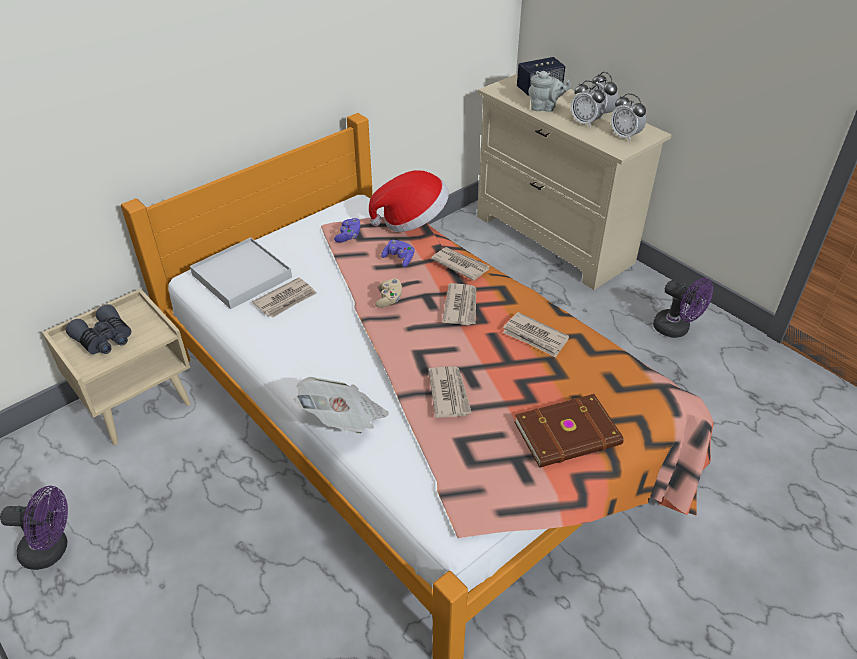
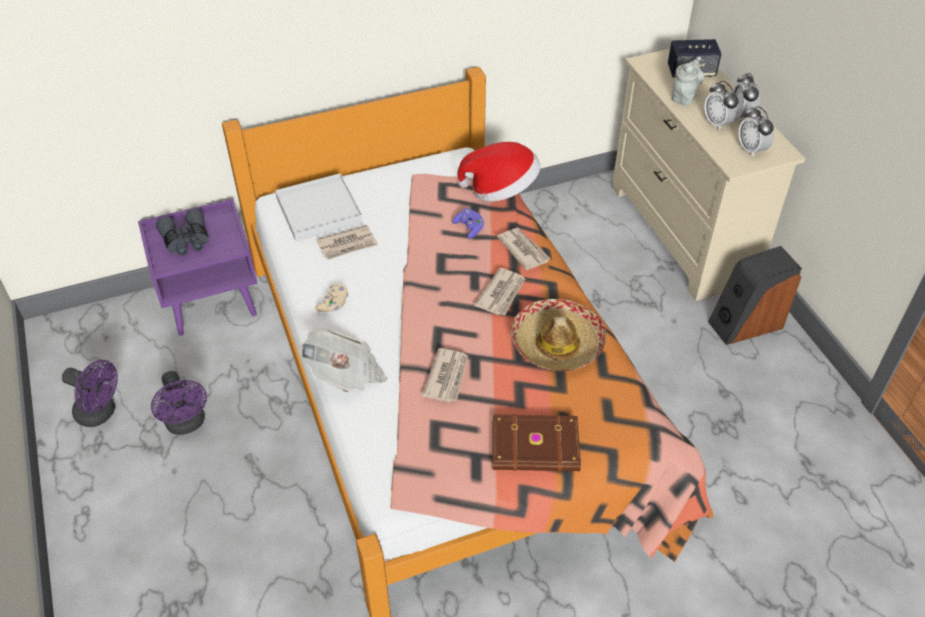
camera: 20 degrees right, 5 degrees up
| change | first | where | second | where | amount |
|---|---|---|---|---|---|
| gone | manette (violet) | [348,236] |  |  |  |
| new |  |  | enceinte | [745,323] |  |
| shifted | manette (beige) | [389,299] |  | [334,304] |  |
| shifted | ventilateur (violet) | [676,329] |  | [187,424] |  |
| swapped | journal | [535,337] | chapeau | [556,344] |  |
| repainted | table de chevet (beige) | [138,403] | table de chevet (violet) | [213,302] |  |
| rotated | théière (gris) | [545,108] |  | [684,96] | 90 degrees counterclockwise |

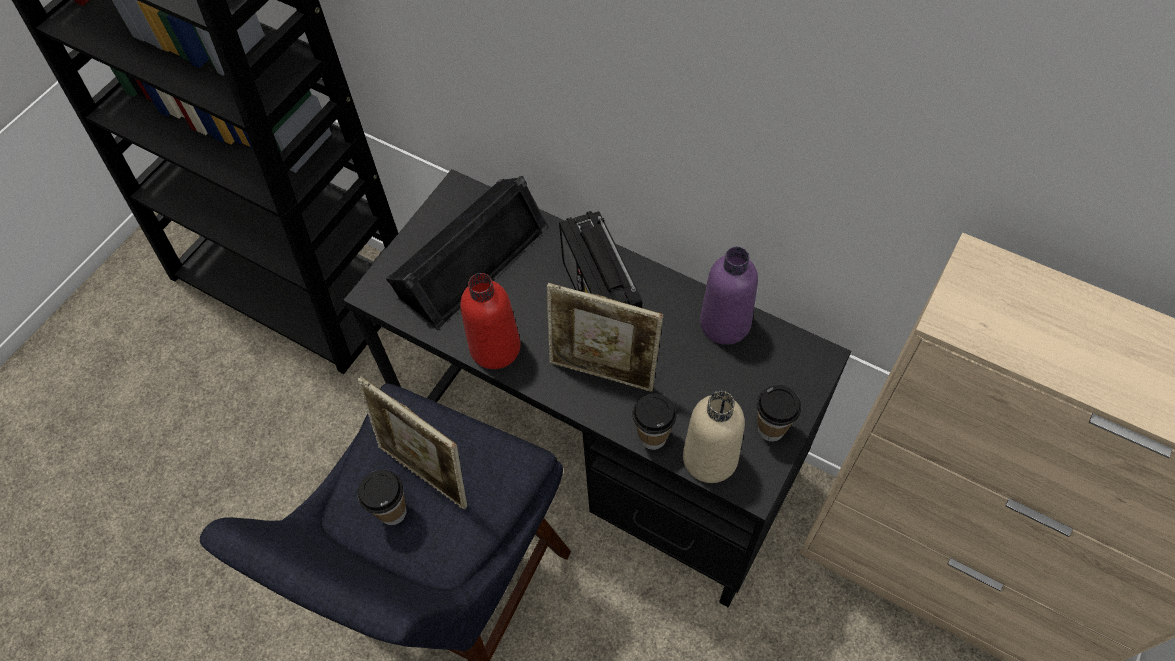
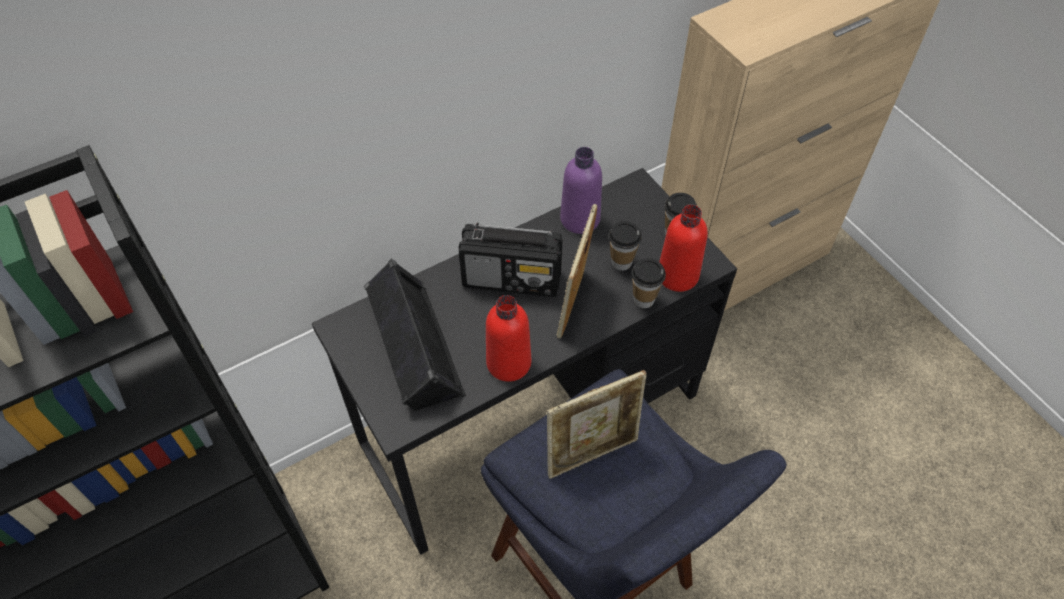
camera: 65 degrees left, 5 degrees down
| change | first | where | second | where | amount |
|---|---|---|---|---|---|
| shifted | tasse | [392,512] |  | [621,262] |  |
| repainted | bouteille (beige) | [710,458] | bouteille (rouge) | [677,275] |  |
| rotated | cadre photo | [603,372] |  | [574,304] | 150 degrees clockwise |

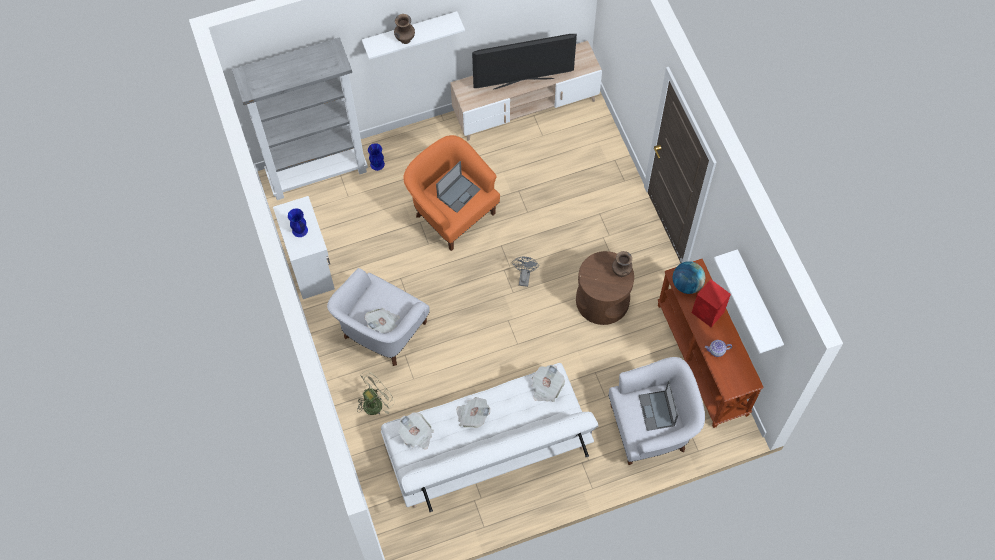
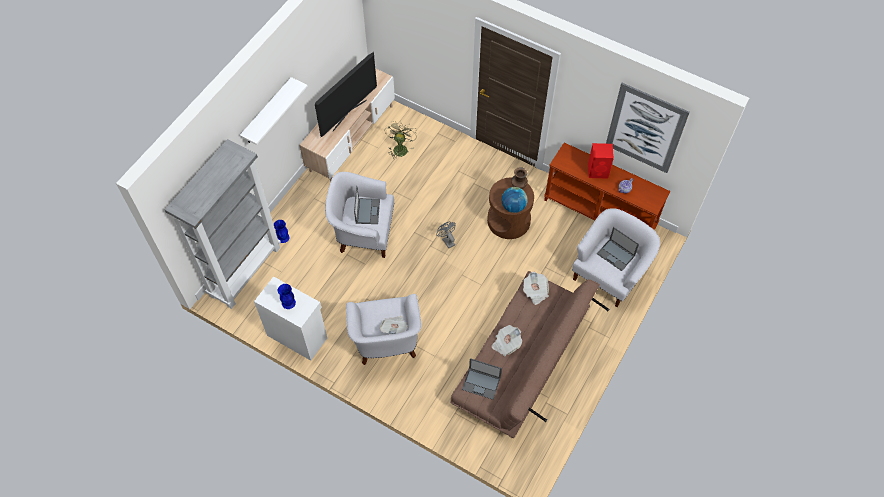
camera: 40 degrees left, 5 degrees down
| change | first | where | second | where | amount |
|---|---|---|---|---|---|
| gone | vase (marron) | [405,40] |  |  |  |
| shifted | ventilateur (beige) | [376,402] |  | [400,148] |  |
| shifted | globe | [686,284] |  | [513,207] |  |
| swapped | journal | [416,434] | ordinateur portable | [481,383] |  |
| swapped | étagère (blanc) | [758,301] | tableau | [645,128] |  |
| repainted | canapé (blanc) | [488,446] | canapé (marron) | [522,361] |  |
| repainted | fauteuil (orange) | [452,212] | fauteuil (blanc) | [363,233] |  |

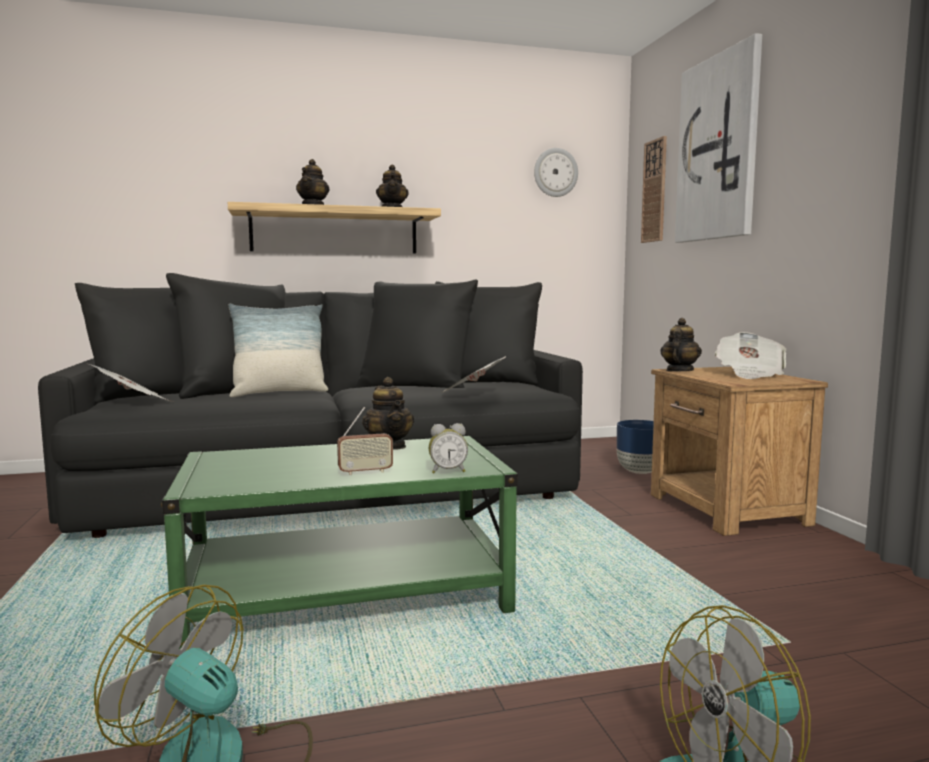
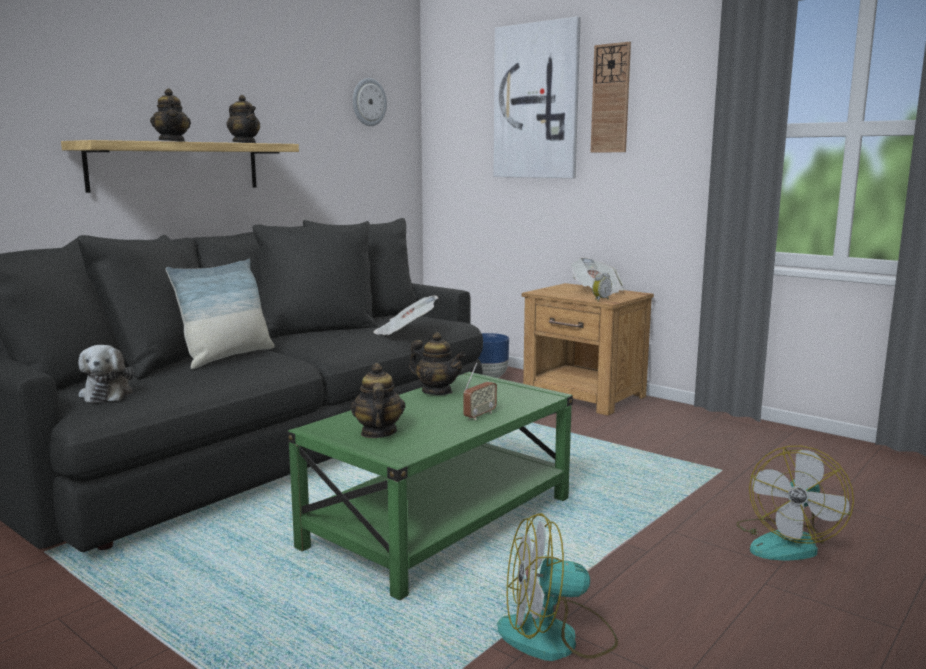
camera: 35 degrees left, 5 degrees up
| change | first | where | second | where | amount |
|---|---|---|---|---|---|
| shifted | réveil | [447,471] |  | [600,300] |  |
| shifted | horloge murale | [654,191] |  | [610,98] |  |
| shifted | théière | [679,371] |  | [378,433] |  |
| swapped | journal | [133,403] | peluche | [107,393] |  |

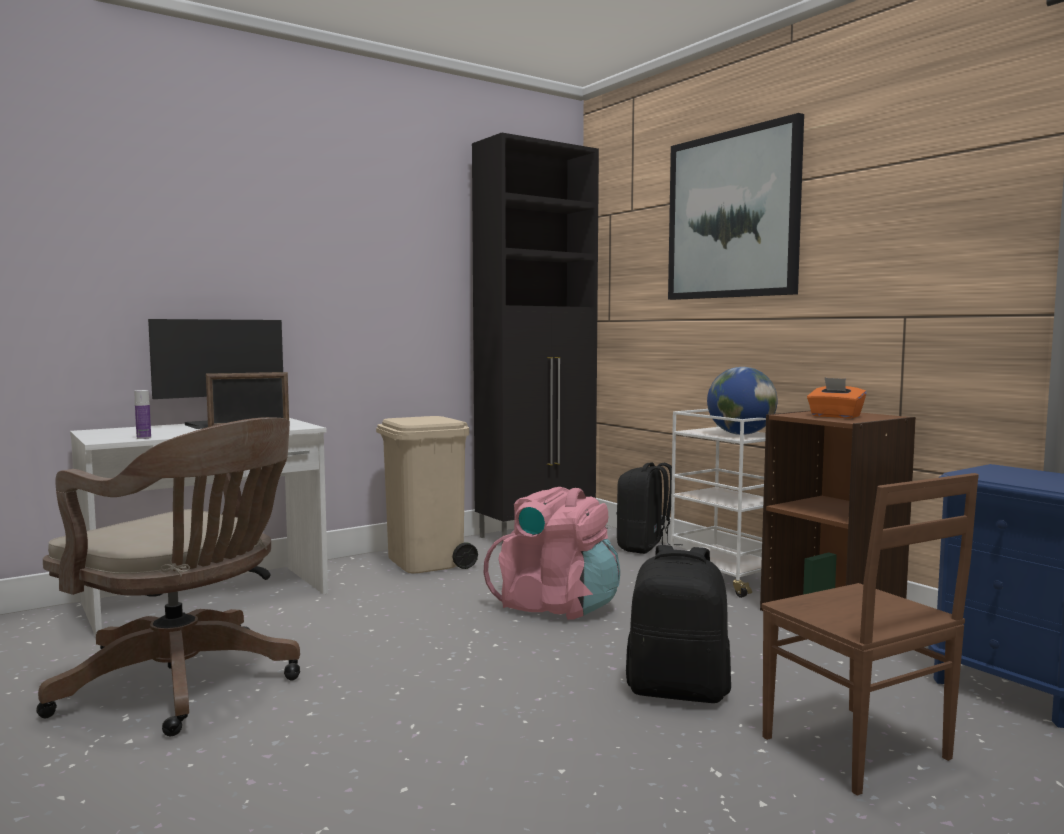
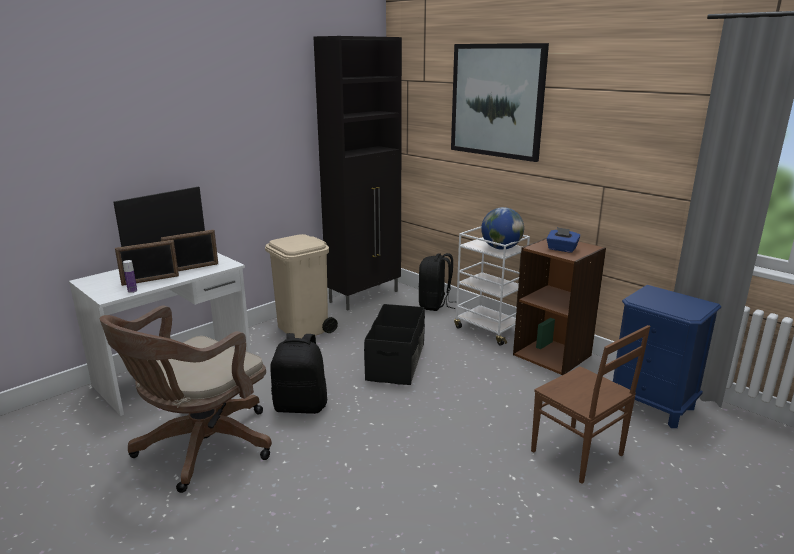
camera: 10 degrees left, 15 degrees up
| change | first | where | second | where | amount |
|---|---|---|---|---|---|
| new |  |  | cadre photo | [150,280] |  |
| shifted | sac à dos (noir) | [678,690] |  | [301,406] |  |
| swapped | sac à dos (rose) | [556,606] | boîte de rangement (noir) | [396,362] |  |
| repainted | boîte à mouchoirs (orange) | [835,416] | boîte à mouchoirs (bleu) | [561,249] |  |
| rotated | chaise de bureau (marron) | [186,685] |  | [200,448] | 105 degrees clockwise |

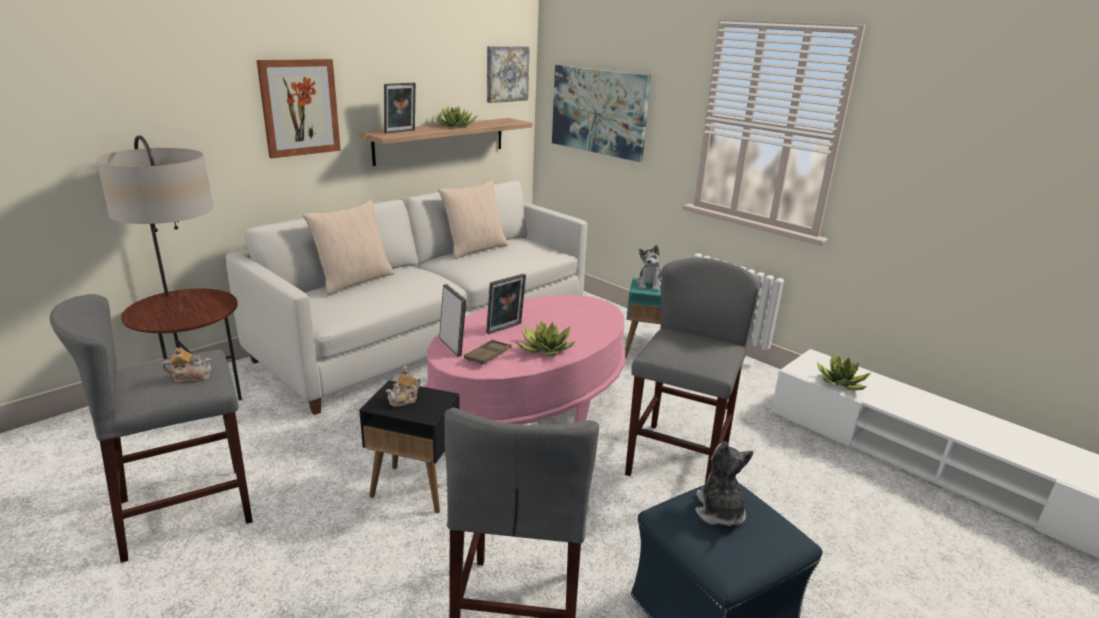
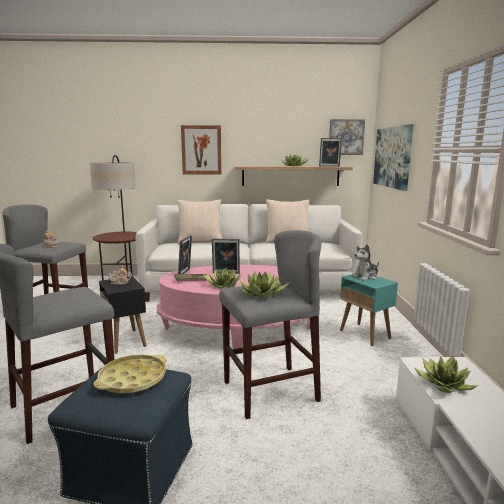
camera: 45 degrees right, 10 degrees down
| change | first | where | second | where | amount |
|---|---|---|---|---|---|
| new |  |  | plante en pot | [262,294] |  |
| shifted | cadre photo | [401,132] |  | [329,166] |  |
| swapped | peluche | [719,511] | plateau (jaune) | [132,379] |  |

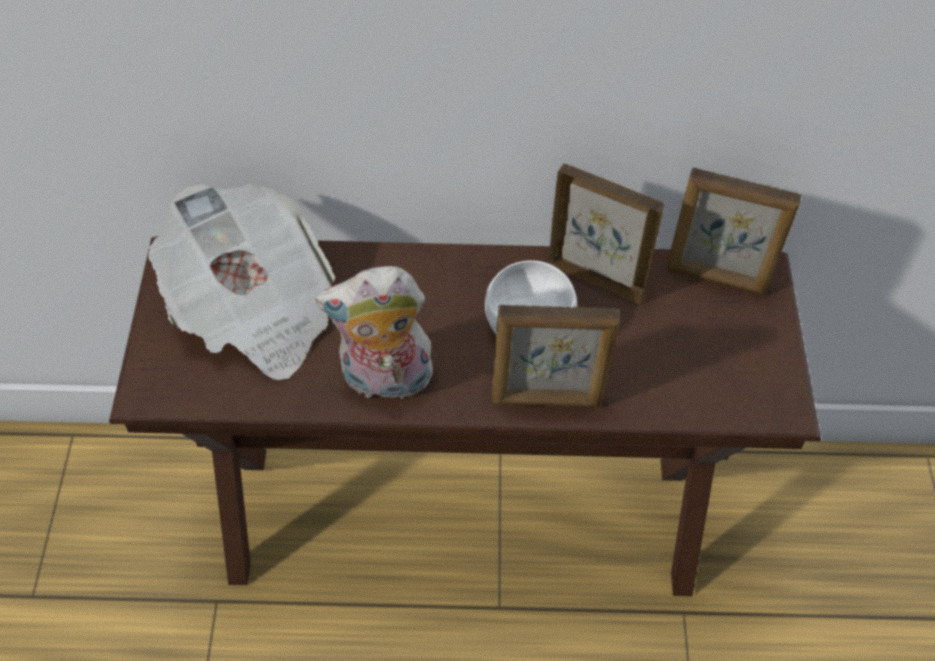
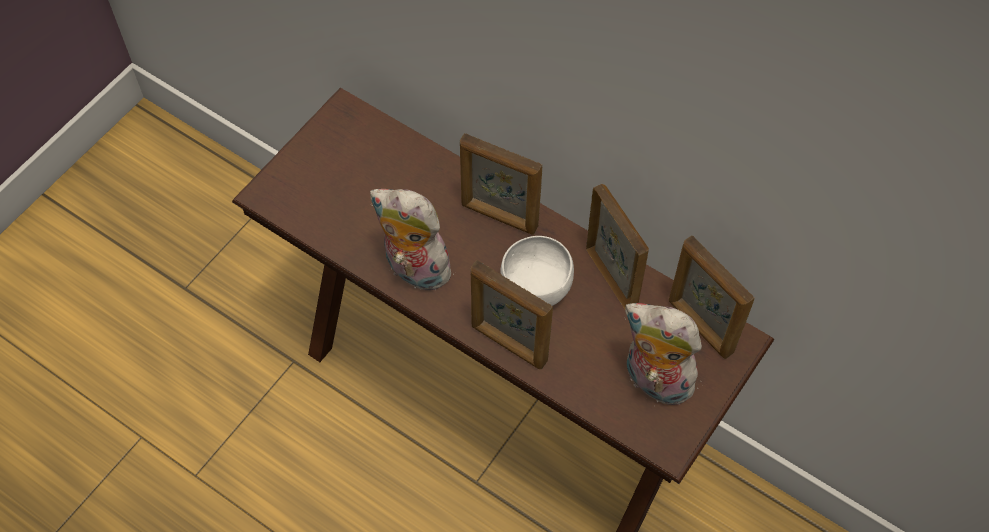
camera: 35 degrees right, 5 degrees up
| change | first | where | second | where | amount |
|---|---|---|---|---|---|
| gone | journal | [255,309] |  |  |  |
| new |  |  | cadre photo | [499,216] |  |
| new |  |  | peluche | [654,382] |  |

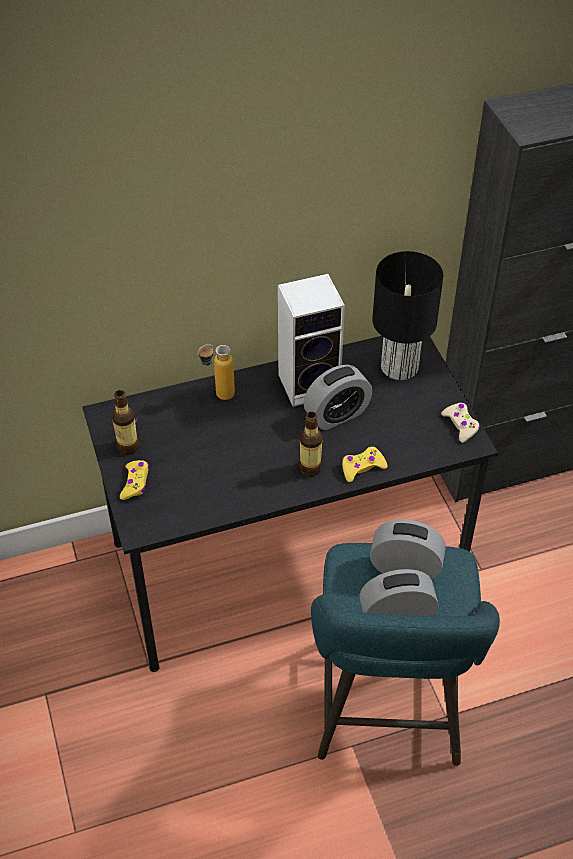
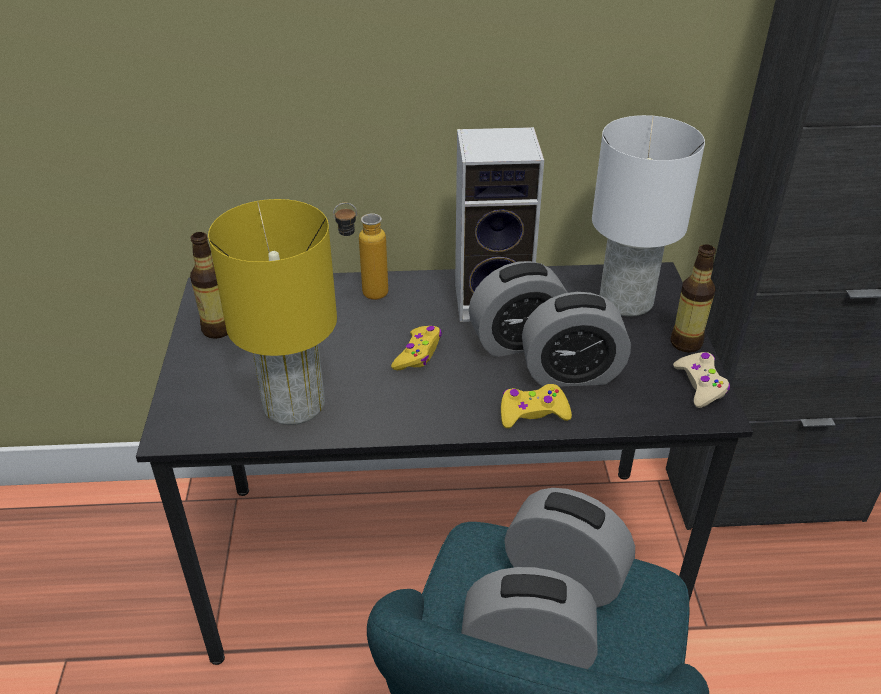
camera: 15 degrees right, 10 degrees down
| change | first | where | second | where | amount |
|---|---|---|---|---|---|
| new |  |  | lampe de table (jaune) | [295,403] |  |
| new |  |  | réveil | [571,374] |  |
| shifted | manette (jaune) | [135,483] |  | [418,354] |  |
| shifted | bouteille | [310,468] |  | [685,343] |  |
| repainted | lampe de table (noir) | [400,367] | lampe de table (blanc) | [627,302] |  |

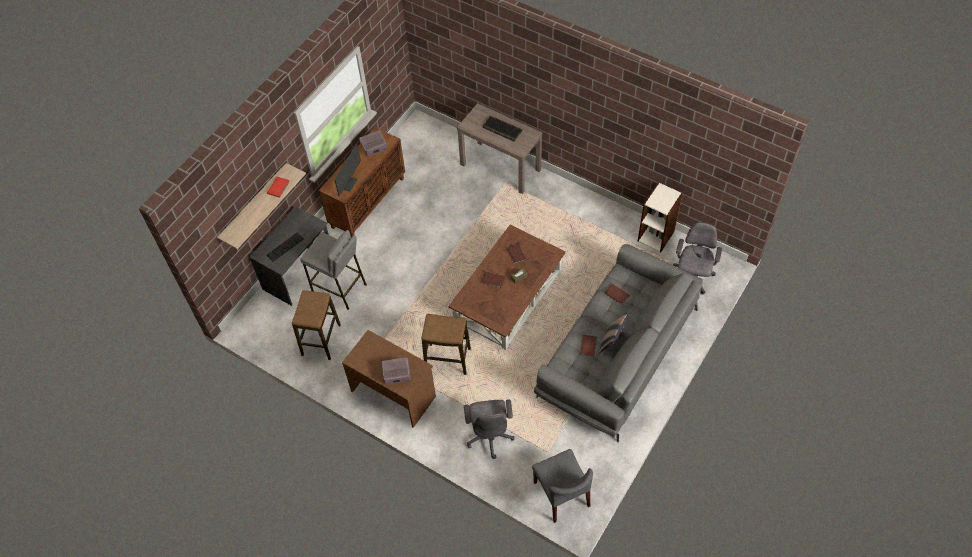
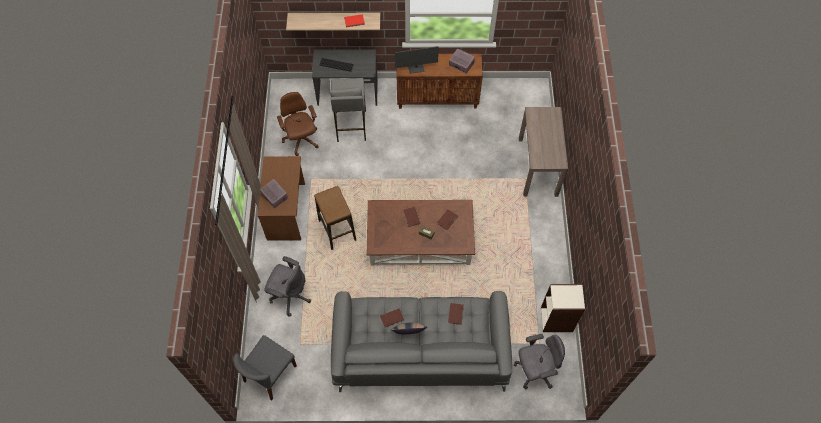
camera: 55 degrees right, 5 degrees up
| change | first | where | second | where | amount |
|---|---|---|---|---|---|
| gone | clavier | [502,129] |  |  |  |
| swapped | tabouret | [321,340] | chaise de bureau (marron) | [301,140] |  |
| rotated | chaise de bureau (gris) | [490,435] |  | [290,295] | 120 degrees counterclockwise |

